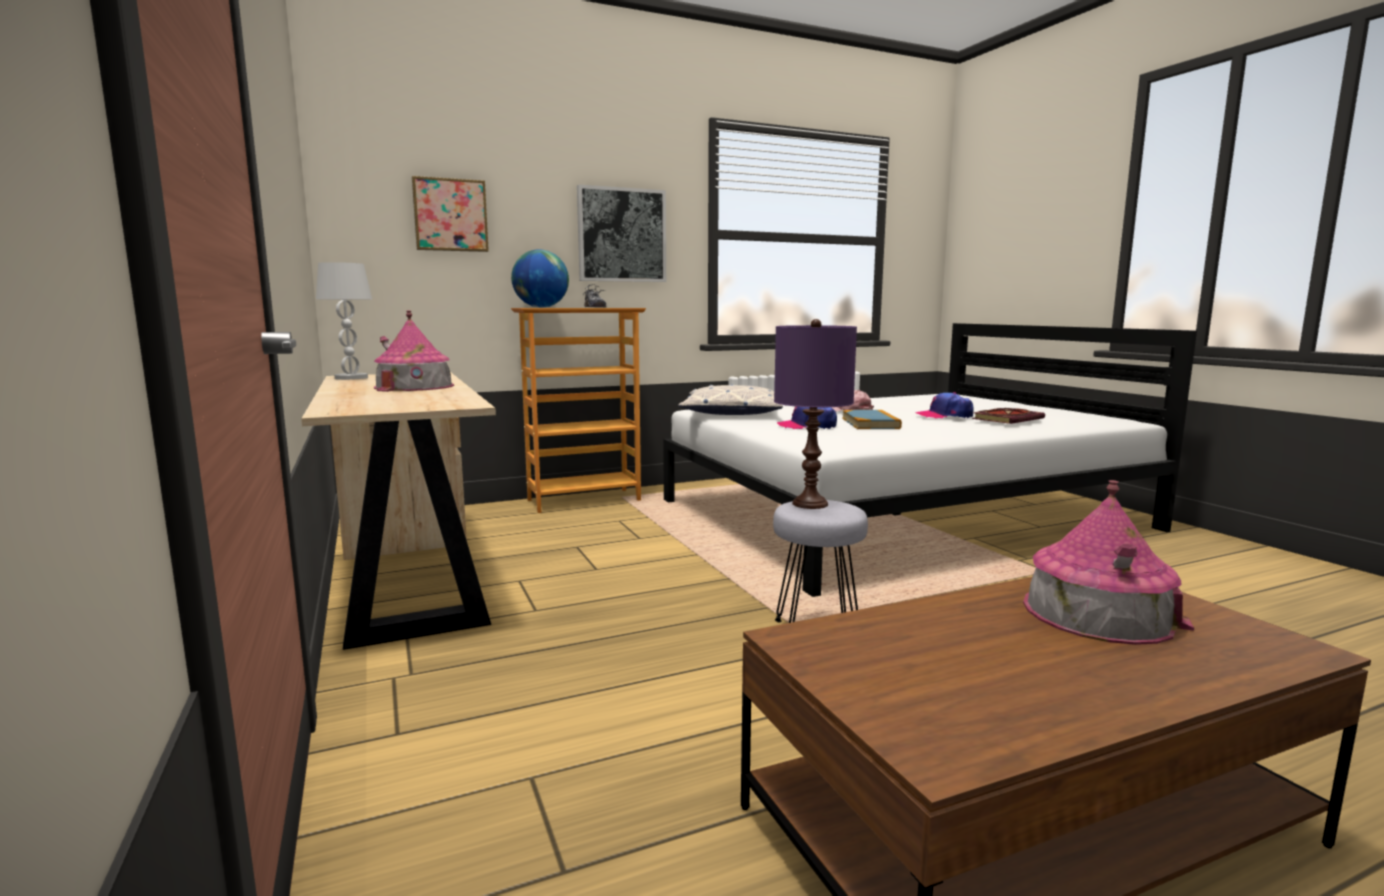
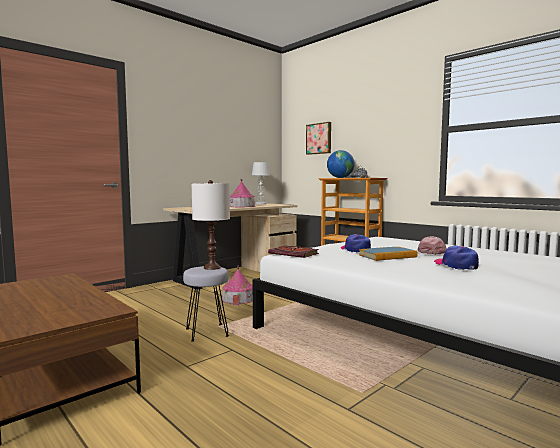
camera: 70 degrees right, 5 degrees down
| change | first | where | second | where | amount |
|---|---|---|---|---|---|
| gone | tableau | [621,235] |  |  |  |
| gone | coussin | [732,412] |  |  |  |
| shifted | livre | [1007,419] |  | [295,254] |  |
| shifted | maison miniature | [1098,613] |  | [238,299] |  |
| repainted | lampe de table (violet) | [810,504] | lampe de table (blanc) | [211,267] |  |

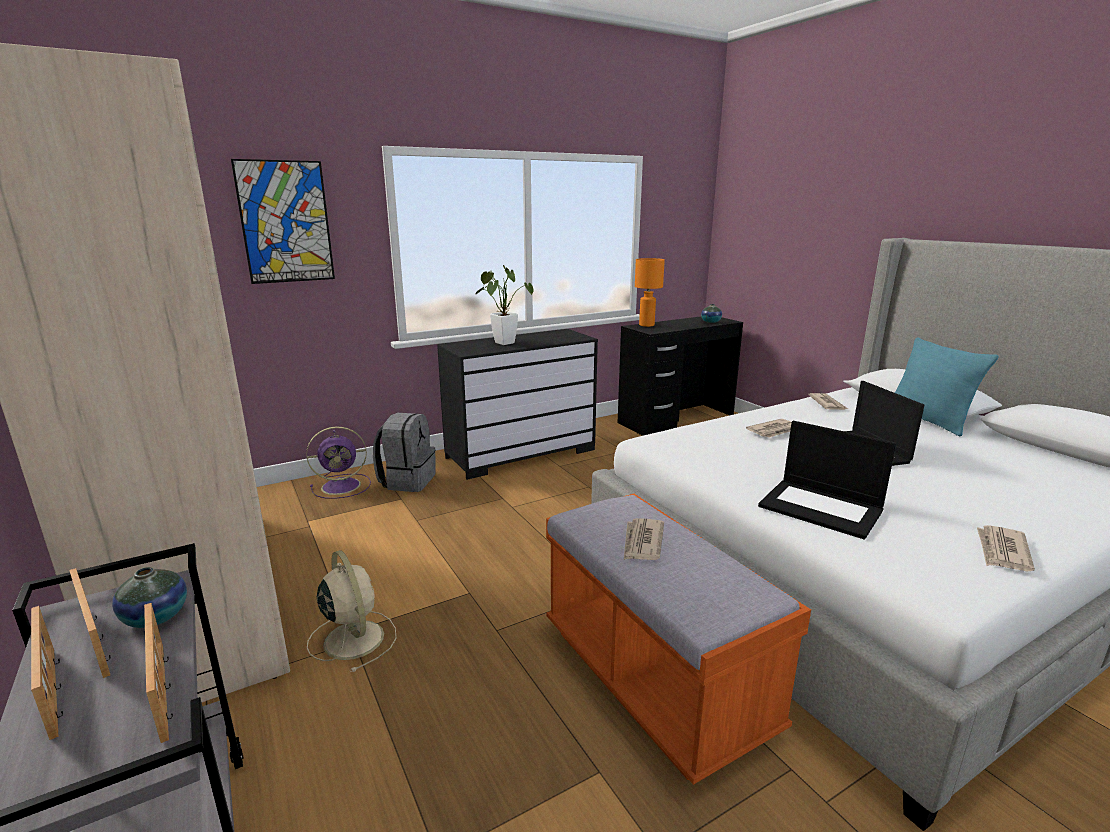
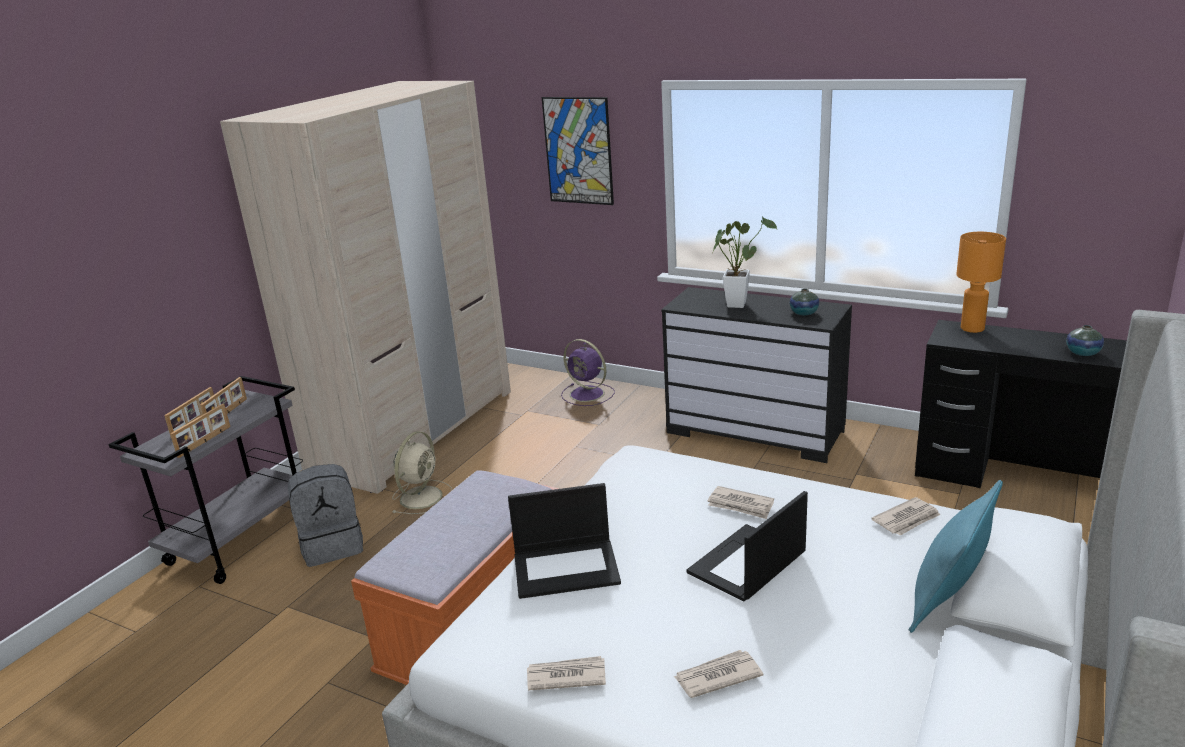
camera: 60 degrees right, 5 degrees up
| change | first | where | second | where | amount |
|---|---|---|---|---|---|
| shifted | vase | [156,617] |  | [804,313] |  |
| shifted | sac à dos (gris) | [407,481] |  | [333,545] |  |
| shifted | journal | [642,542] |  | [717,676] |  |
| rotated | ordinateur portable | [822,508] |  | [567,568] | 105 degrees counterclockwise |

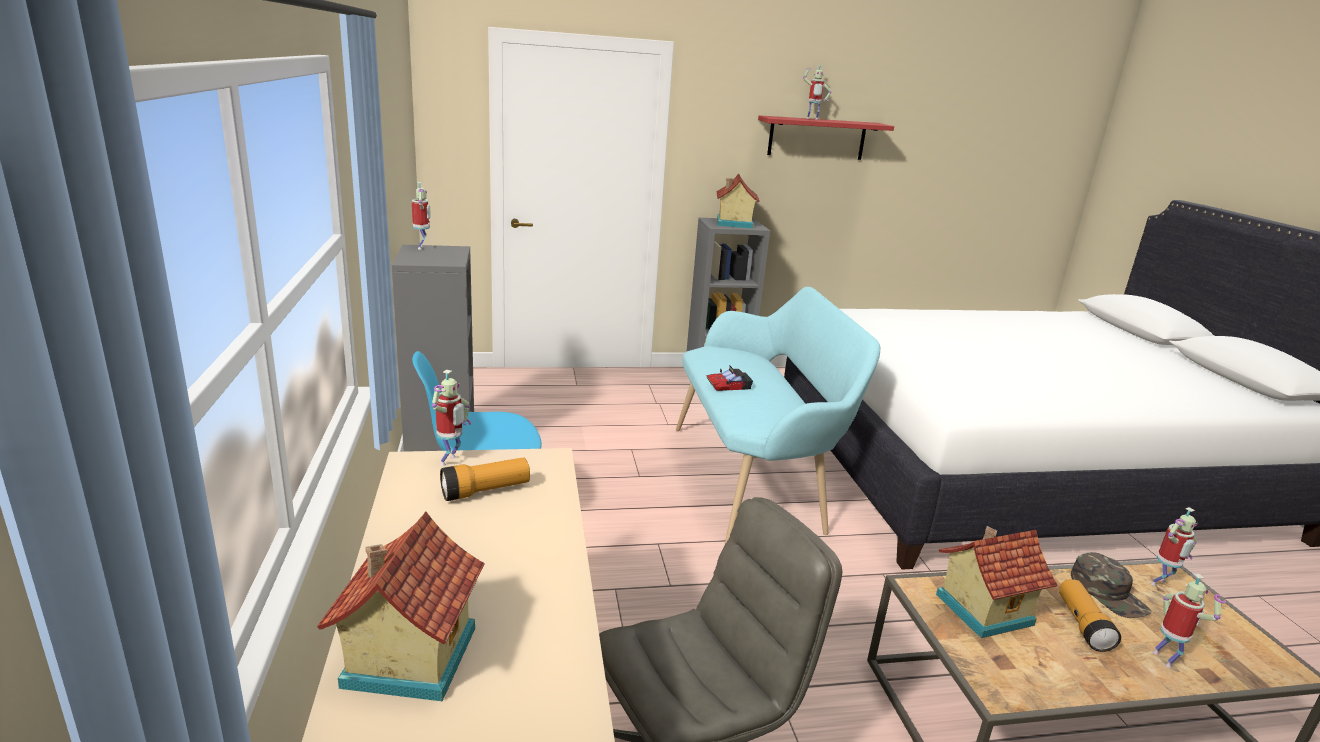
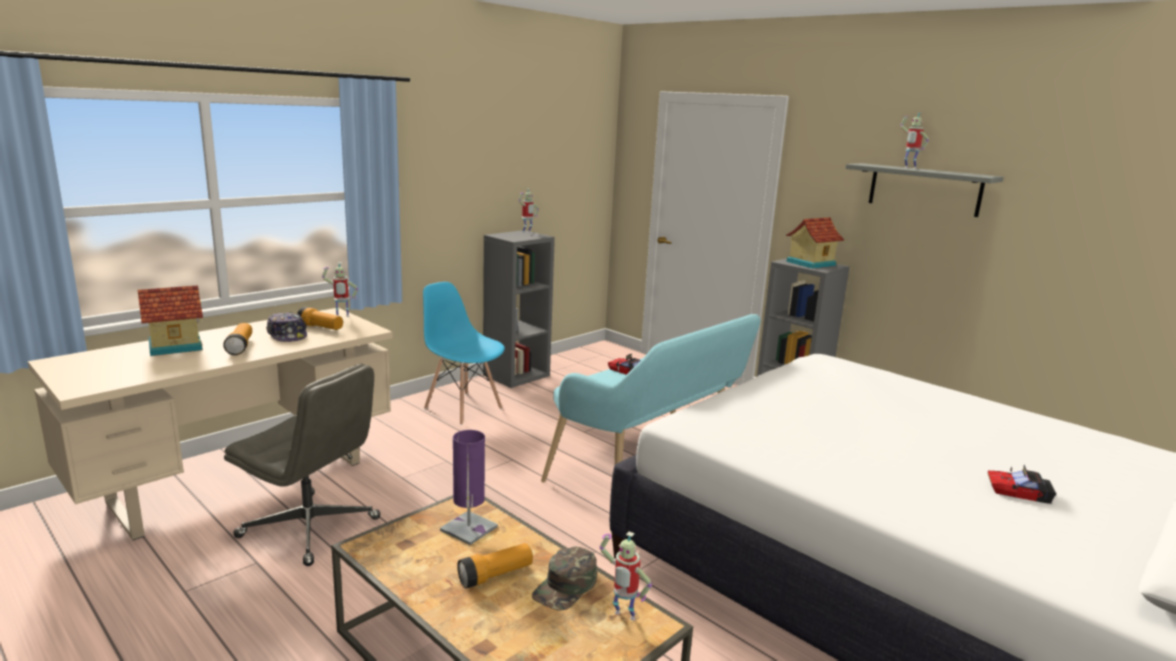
camera: 55 degrees right, 5 degrees down
| change | first | where | second | where | amount |
|---|---|---|---|---|---|
| gone | robot jouet | [1165,659] |  |  |  |
| new |  |  | lampe de poche | [240,347] |  |
| new |  |  | casquette | [287,335] |  |
| new |  |  | petite voiture | [1018,491] |  |
| swapped | maison miniature | [981,608] | lampe de table (violet) | [469,528] |  |
| repainted | étagère (rouge) | [817,138] | étagère (gris) | [924,189] |  |

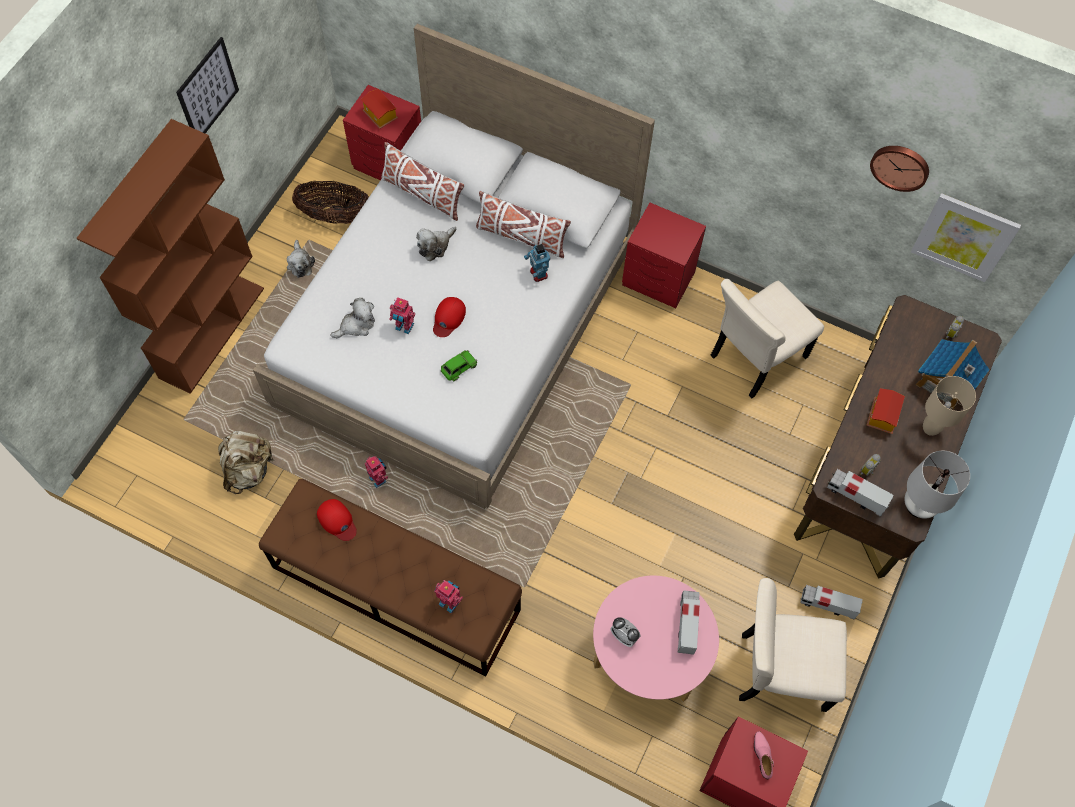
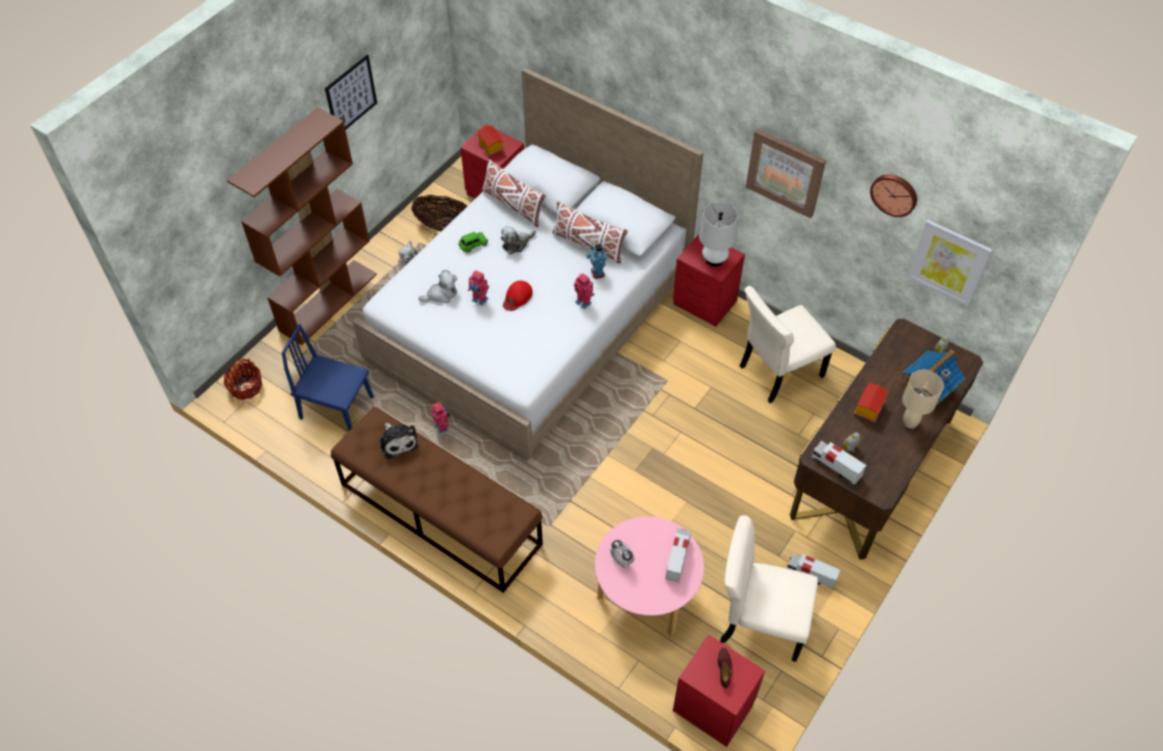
camera: 10 degrees right, 10 degrees down
| change | first | where | second | where | amount |
|---|---|---|---|---|---|
| new |  |  | panier | [246,387] |  |
| new |  |  | tableau | [785,172] |  |
| shifted | robot jouet | [450,602] |  | [584,302] |  |
| shifted | petite voiture (vert) | [458,367] |  | [473,244] |  |
| shifted | lampe de table (blanc) | [918,506] |  | [714,259] |  |
| swapped | sac à dos (beige) | [248,470] | chaise (bleu) | [337,408] |  |
| swapped | casquette (rouge) | [337,521] | peluche | [398,441] |  |
| repainted | chaussure (rose) | [762,755] | chaussure (marron) | [724,668] |  |

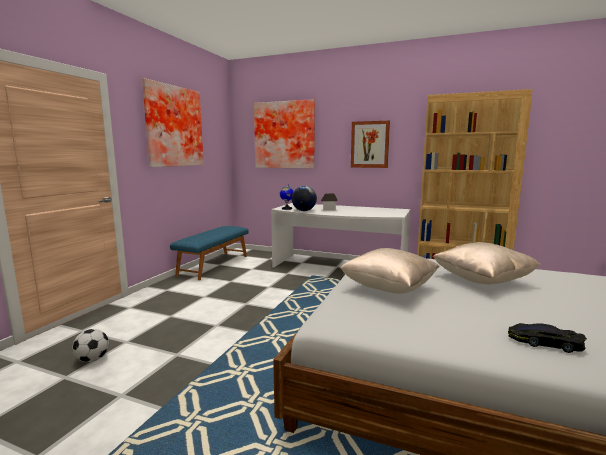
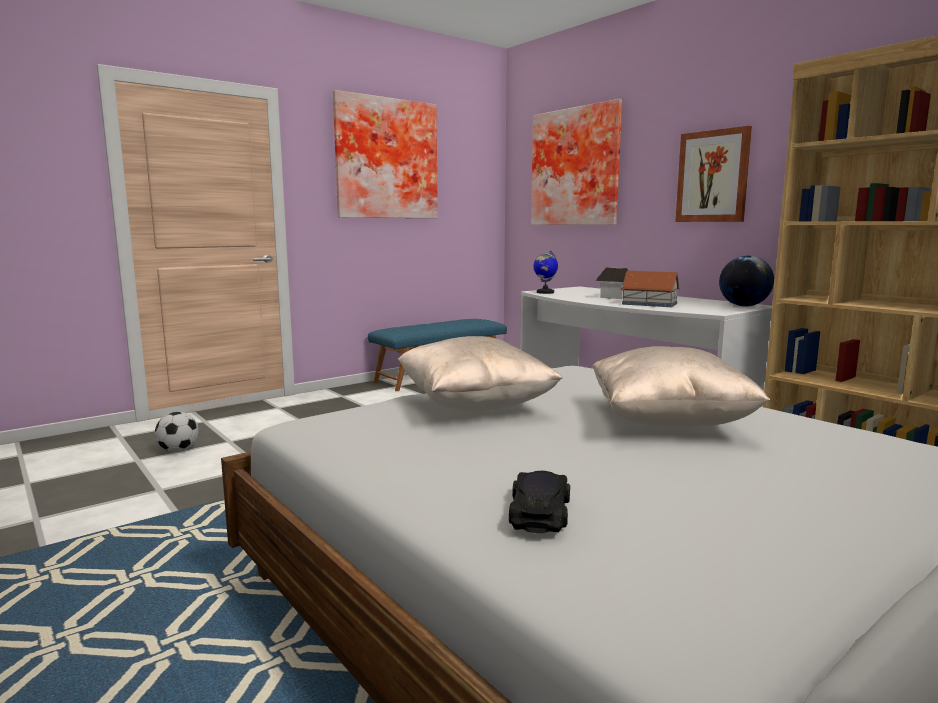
camera: 30 degrees right, 0 degrees up
| change | first | where | second | where | amount |
|---|---|---|---|---|---|
| new |  |  | maison miniature | [650,304] |  |
| shifted | globe | [304,211] |  | [744,306] |  |
| rotated | petite voiture (noir) | [544,342] |  | [539,510] | 45 degrees clockwise |

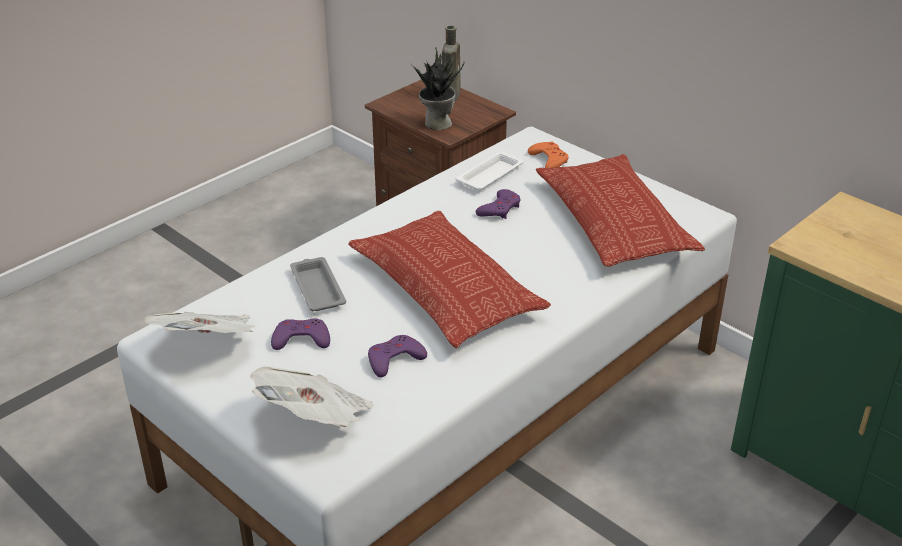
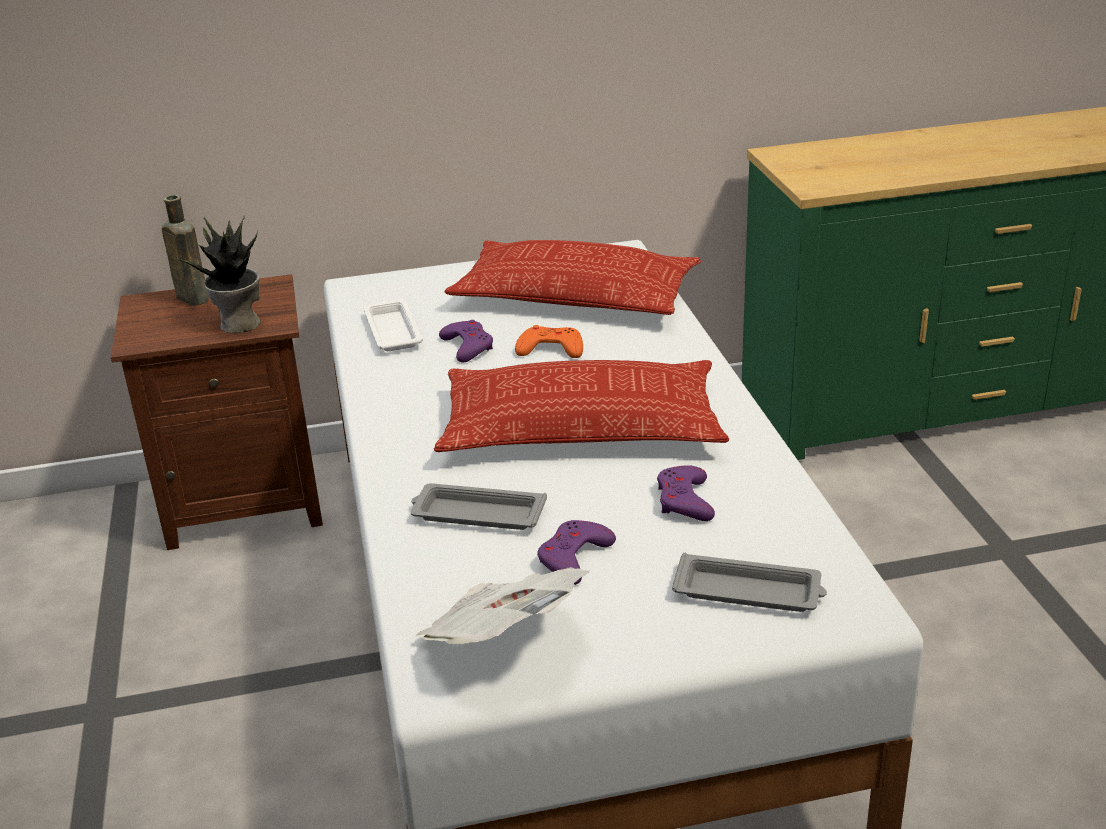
camera: 55 degrees left, 5 degrees down
| change | first | where | second | where | amount |
|---|---|---|---|---|---|
| shifted | manette (orange) | [549,160] |  | [550,349] |  |
| swapped | journal | [315,419] | plateau (gris) | [750,592] |  |

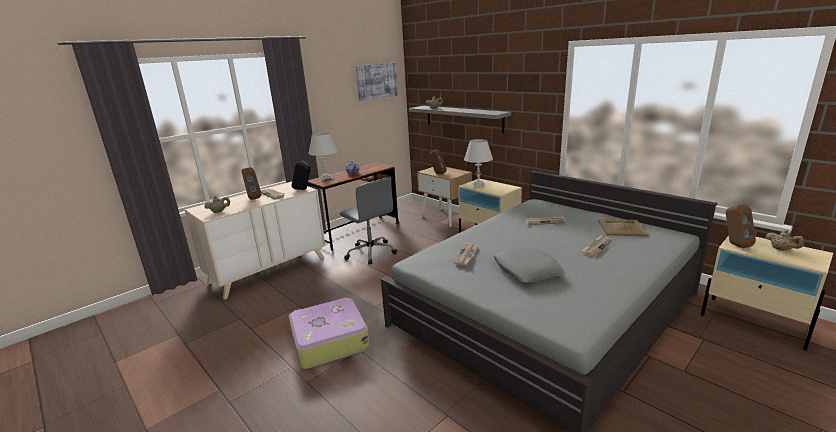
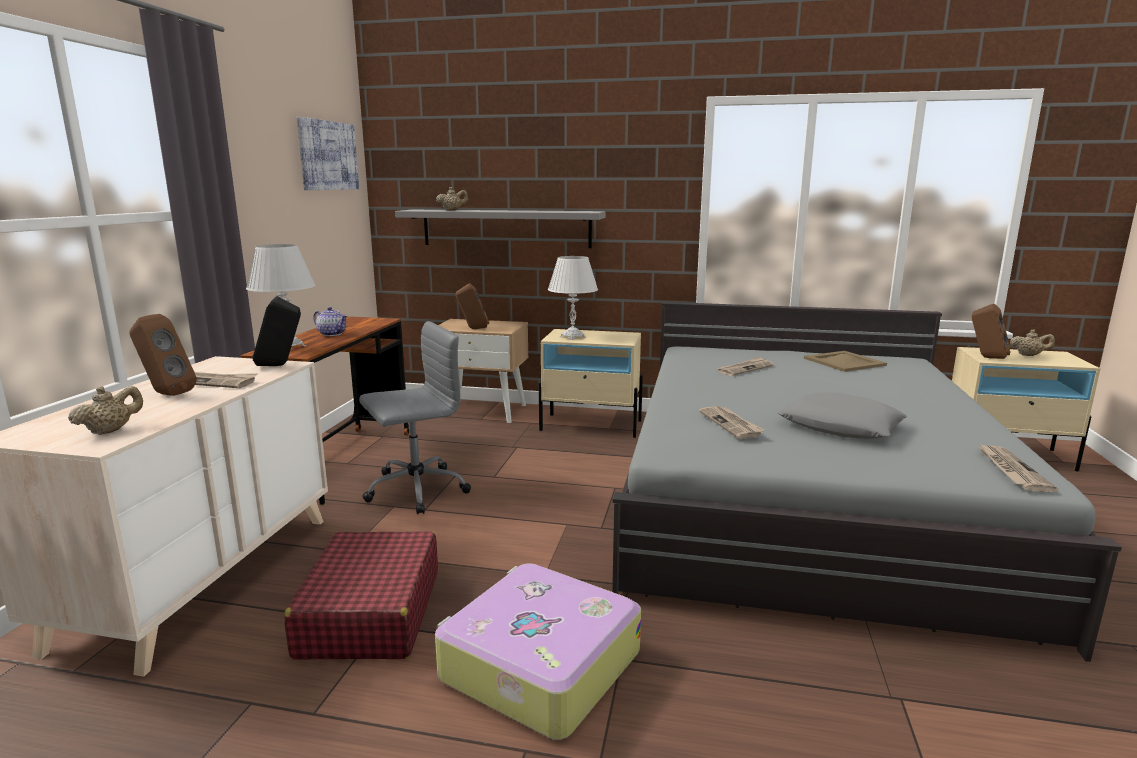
camera: 35 degrees left, 5 degrees down
| change | first | where | second | where | amount |
|---|---|---|---|---|---|
| new |  |  | valise (rouge) | [370,613] |  |
| shifted | journal | [596,247] |  | [1011,470] |  |
| rotated | chaise de bureau (gris) | [370,252] |  | [415,489] | 45 degrees counterclockwise |

